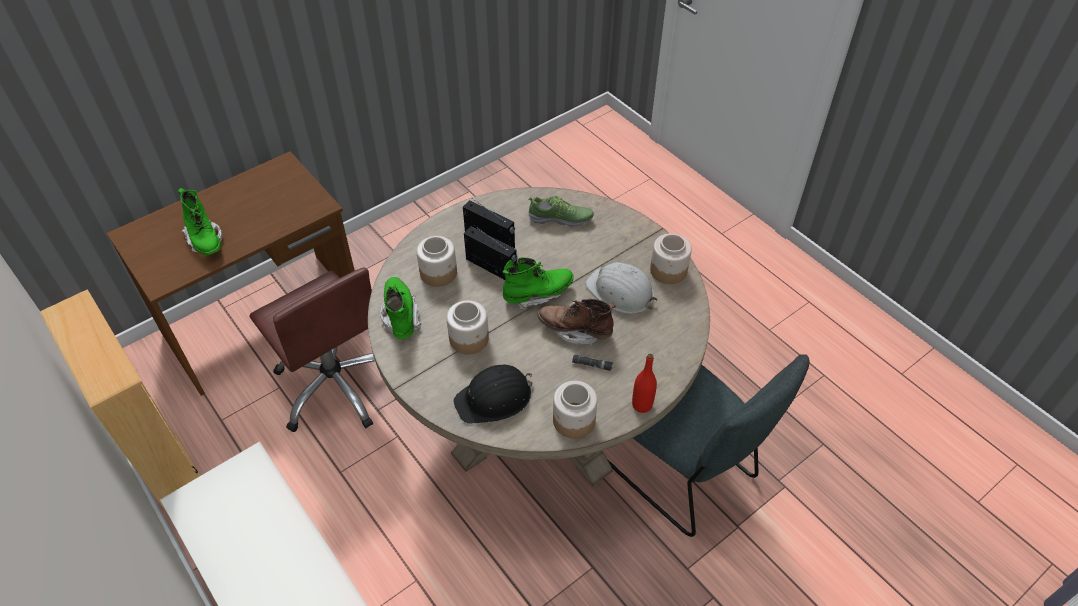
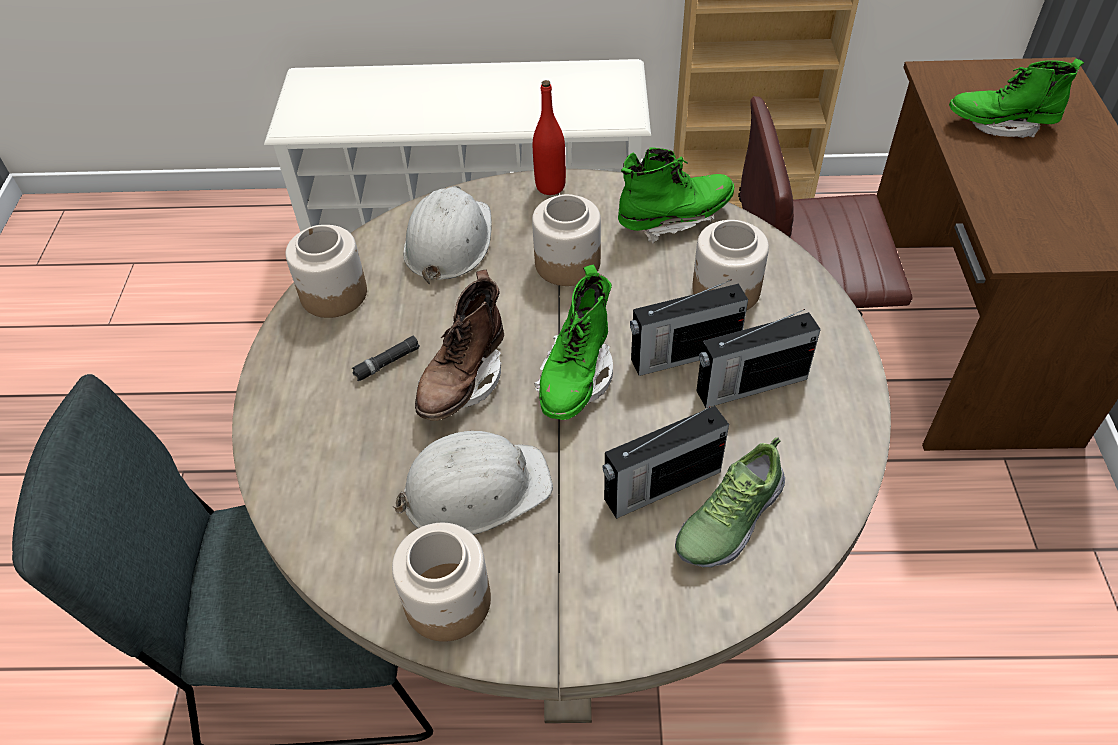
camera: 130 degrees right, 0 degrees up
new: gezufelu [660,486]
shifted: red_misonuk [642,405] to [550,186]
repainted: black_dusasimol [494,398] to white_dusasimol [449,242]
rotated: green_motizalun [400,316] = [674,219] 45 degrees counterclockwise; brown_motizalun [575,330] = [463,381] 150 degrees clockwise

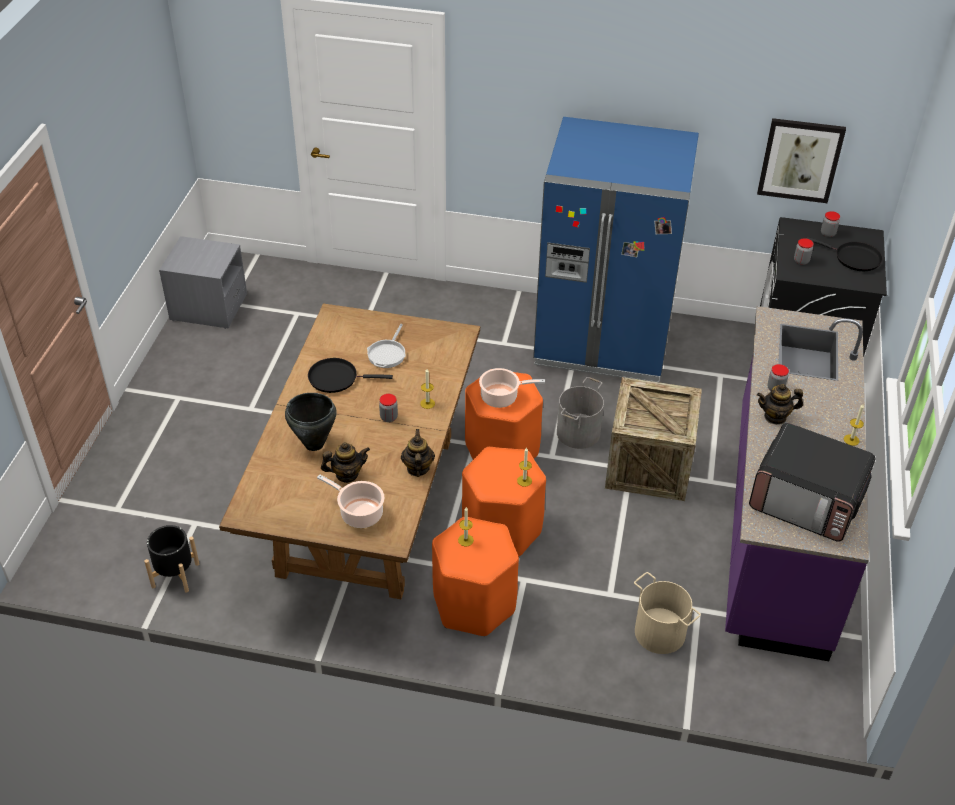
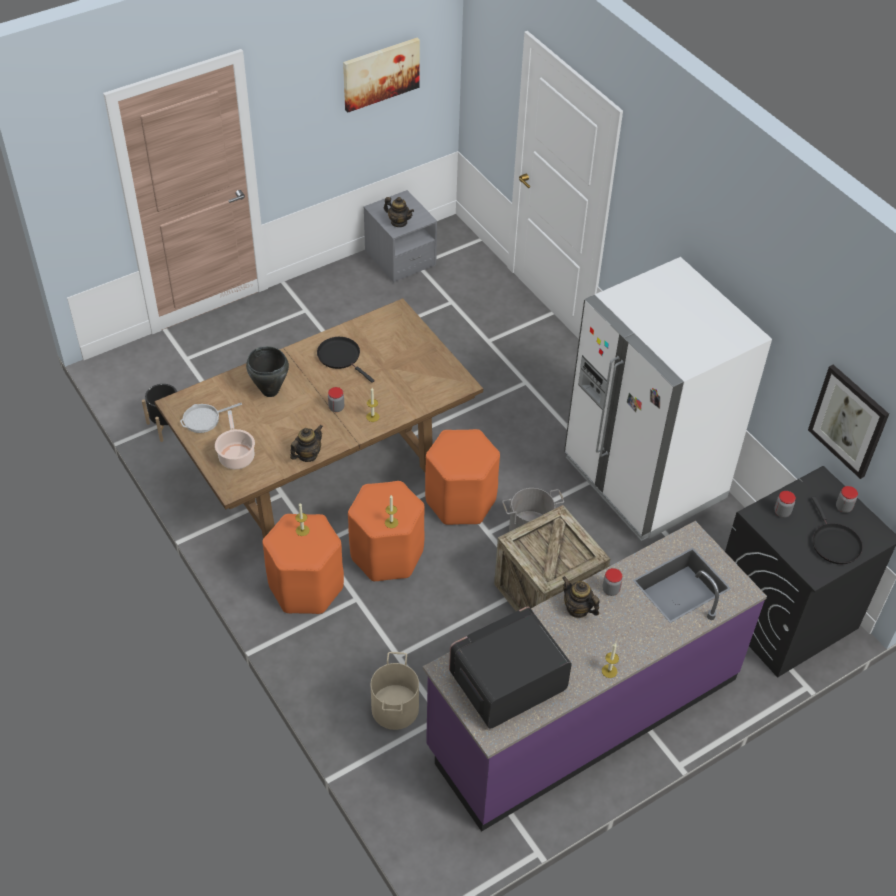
camera: 45 degrees right, 5 degrees up
gone: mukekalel [501,397]
new: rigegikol [380,73]
shifted: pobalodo [347,474] to [399,222]; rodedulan [387,354] to [204,419]
repainted: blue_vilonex [603,341] to white_vilonex [644,478]
rotated: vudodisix [806,501] = [506,682] 75 degrees clockwise

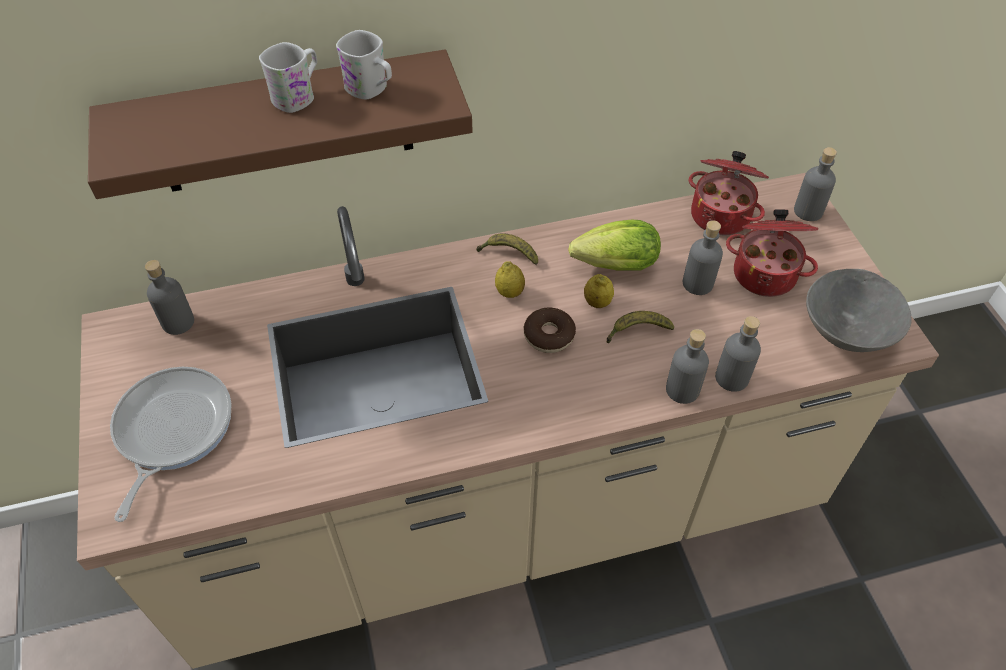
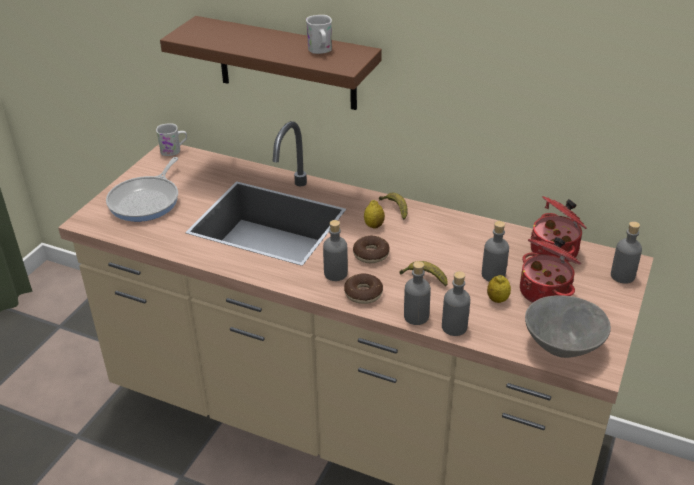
camera: 40 degrees right, 15 degrees down
gone: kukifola [611,266]
new: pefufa [363,293]
shifted: grey_misonuk [178,322] to [335,273]; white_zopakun [298,96] to [174,150]; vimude [597,302] to [497,299]
rotated: rodedulan [171,430] = [147,201] 150 degrees clockwise

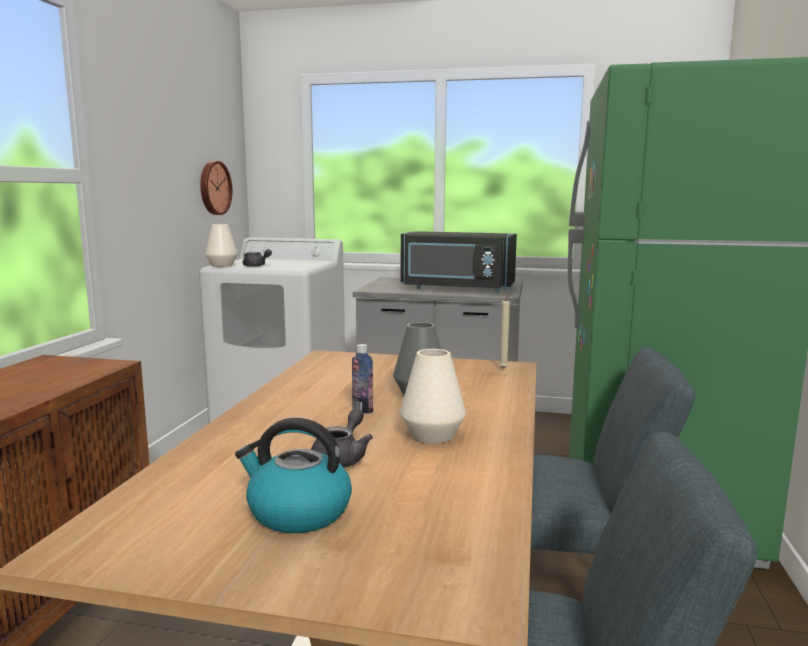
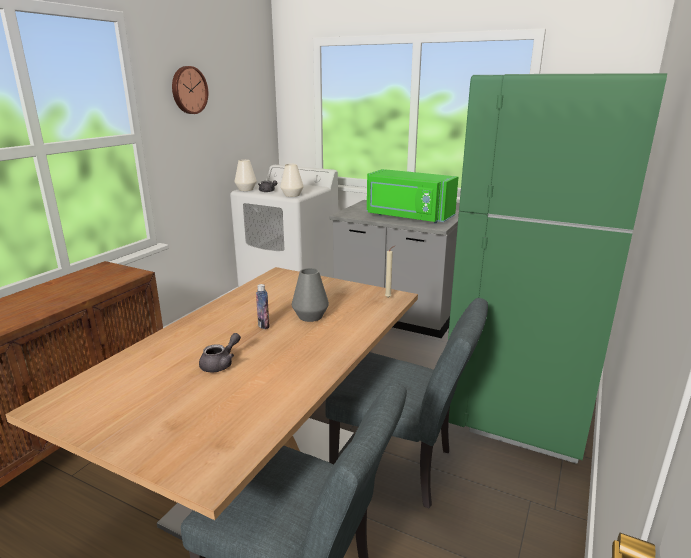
camera: 15 degrees right, 10 degrees up
gone: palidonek [297,512]
shifted: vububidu [213,188] to [188,90]; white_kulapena [432,436] to [292,195]
repainted: black_vudodisix [456,288] to green_vudodisix [408,217]

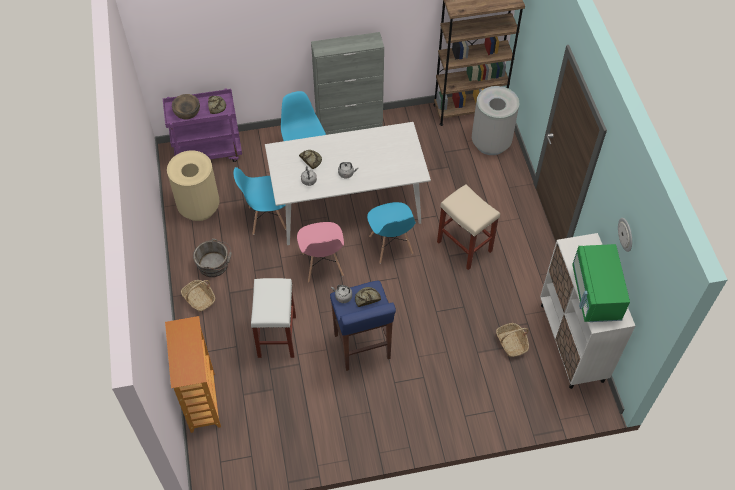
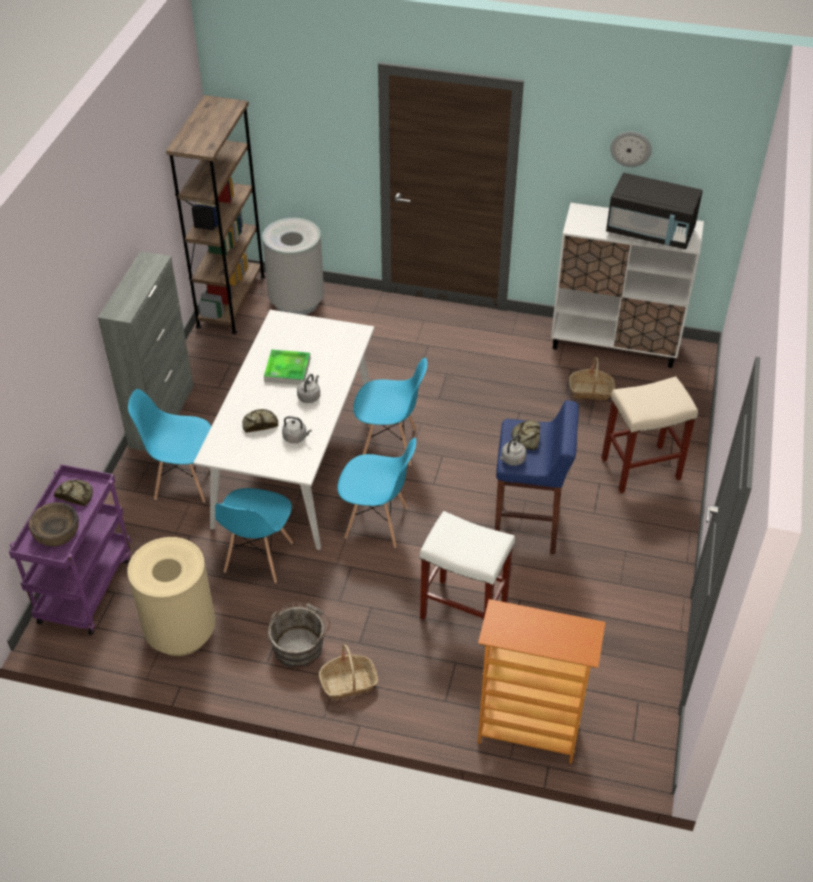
camera: 65 degrees left, 10 degrees down
new: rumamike [287,370]
shifted: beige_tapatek [463,246] to [640,469]
repainted: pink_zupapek [322,265] to blue_zupapek [377,523]; green_vudodisix [595,294] to black_vudodisix [650,232]

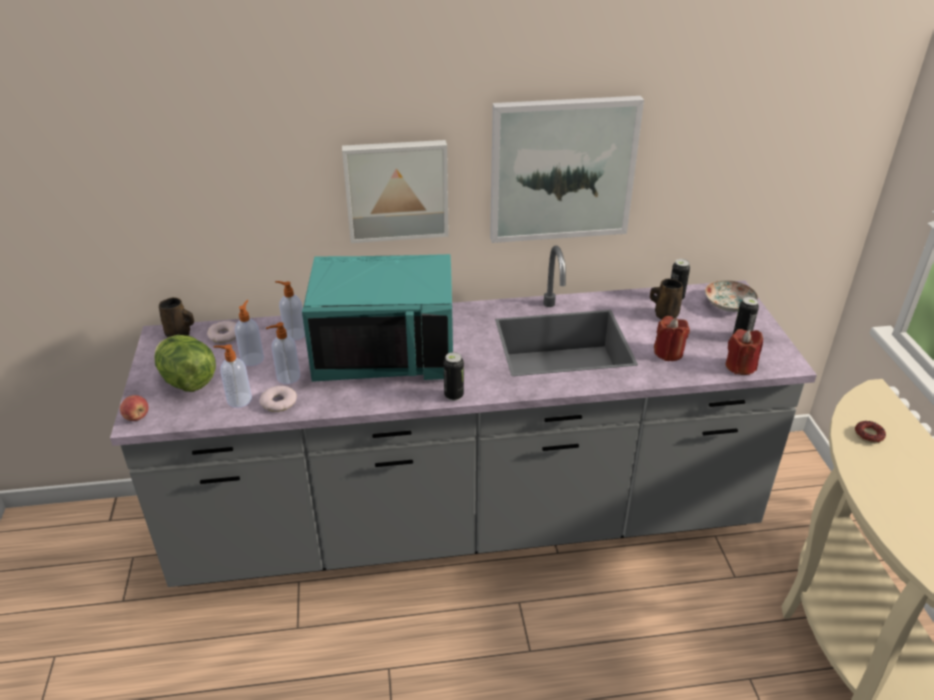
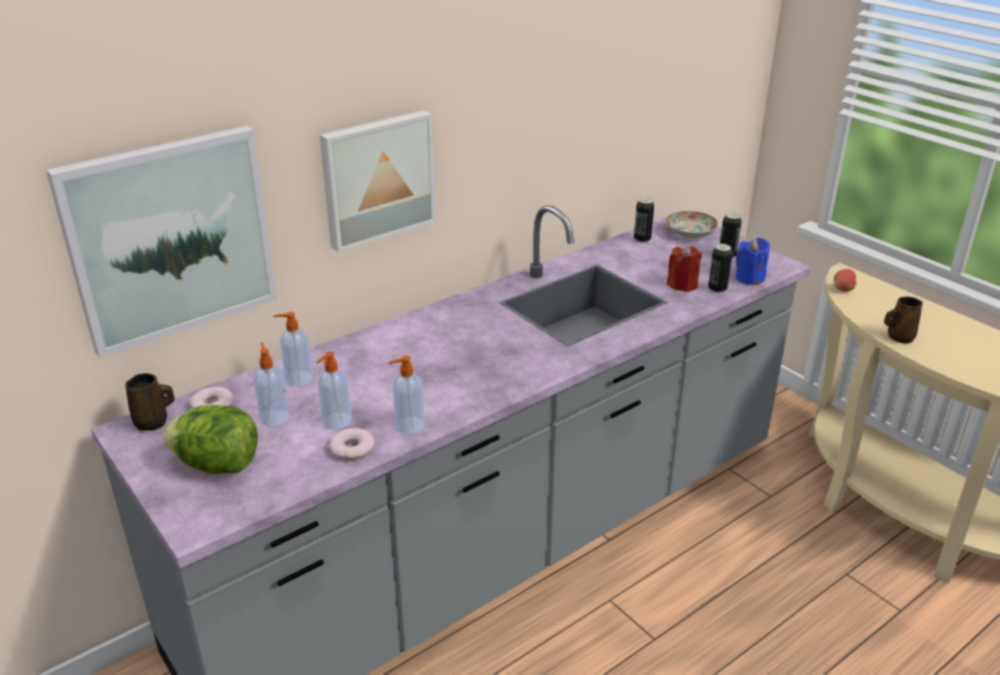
camera: 30 degrees left, 5 degrees down
gone: turquoise_vudodisix [385,351]; pefufa [868,435]
shifted: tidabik [137,417] to [843,289]; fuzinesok [238,400] to [408,426]; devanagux [454,395] to [717,289]; rigegikol [562,169] to [170,238]; brown_zopakun [664,314] to [899,337]
repainted: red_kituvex [740,366] to blue_kituvex [749,278]

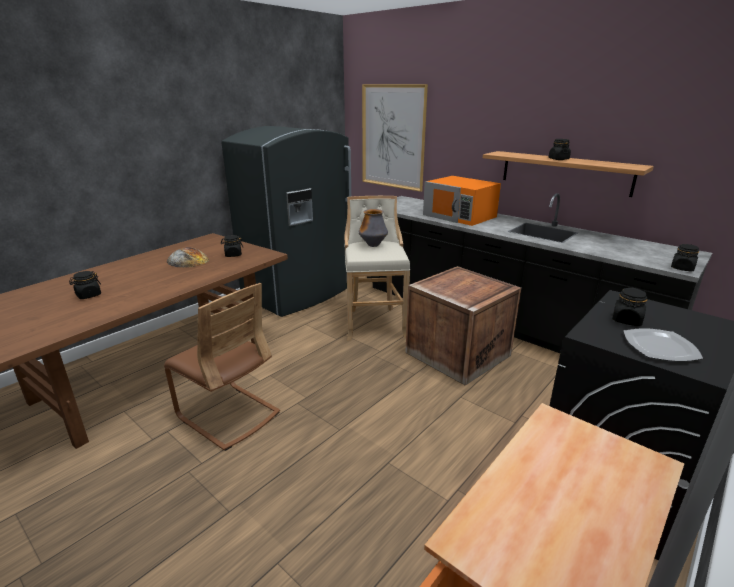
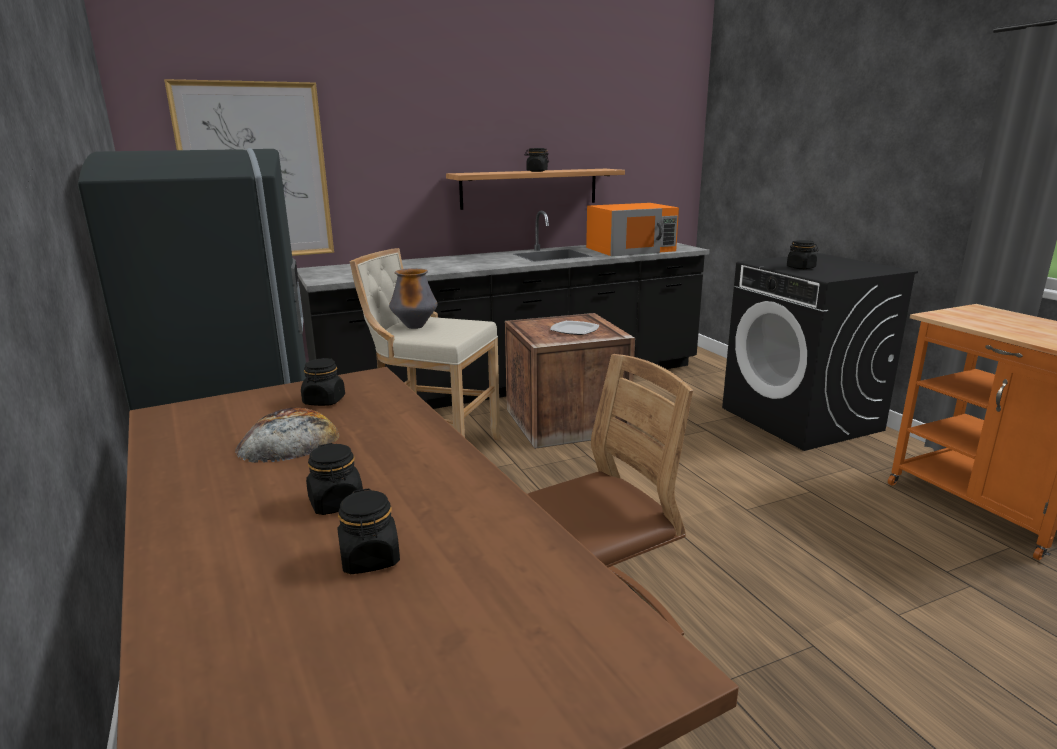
camera: 65 degrees left, 5 degrees down
shifted: orange_vudodisix [460,216] to [631,249]; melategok [660,347] to [575,330]; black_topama [682,268] to [336,503]

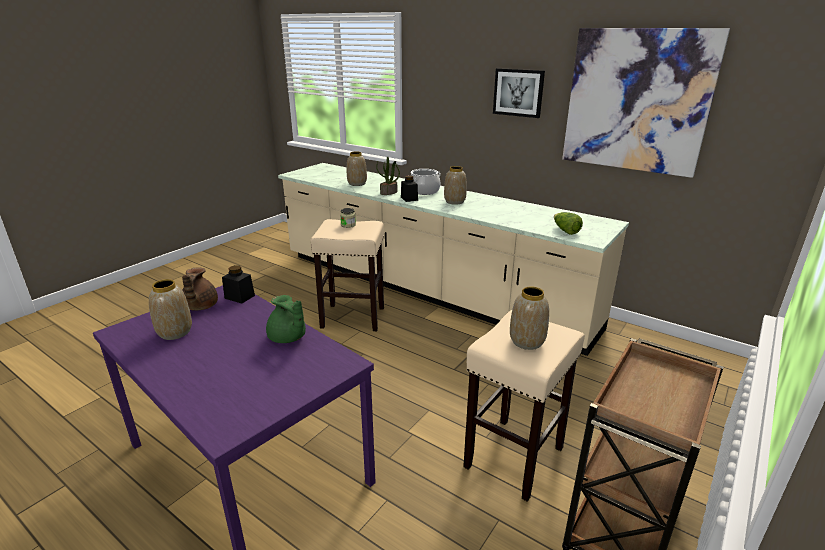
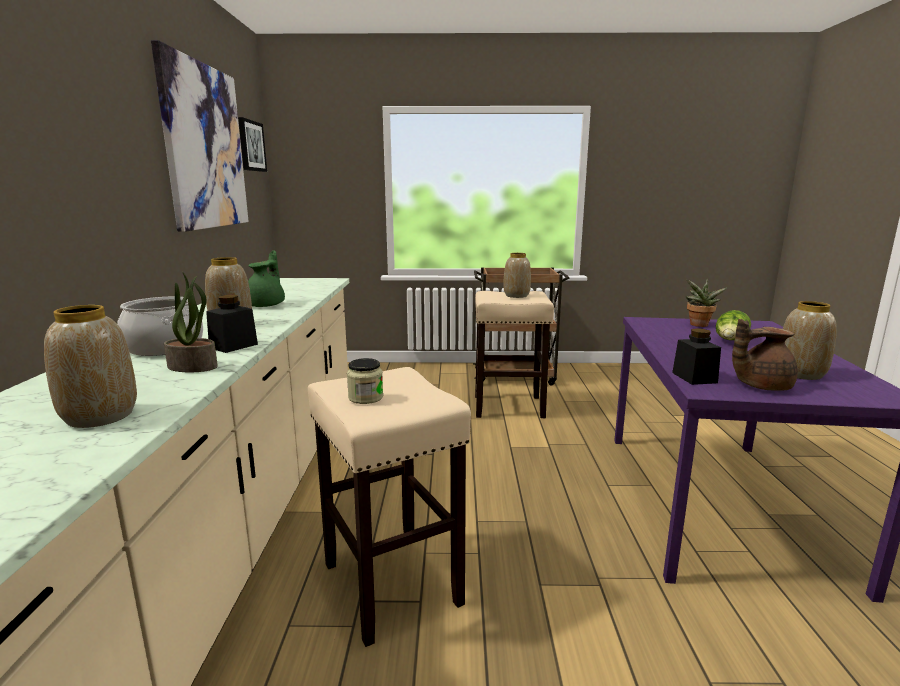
camera: 125 degrees left, 10 degrees down
new: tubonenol [698,325]
shifted: green_pobalodo [288,338] to [267,305]; rigegikol [518,92] to [251,146]; kukifola [565,231] to [730,341]
rotated: brown_pobalodo [199,306] = [760,386] 150 degrees counterclockwise

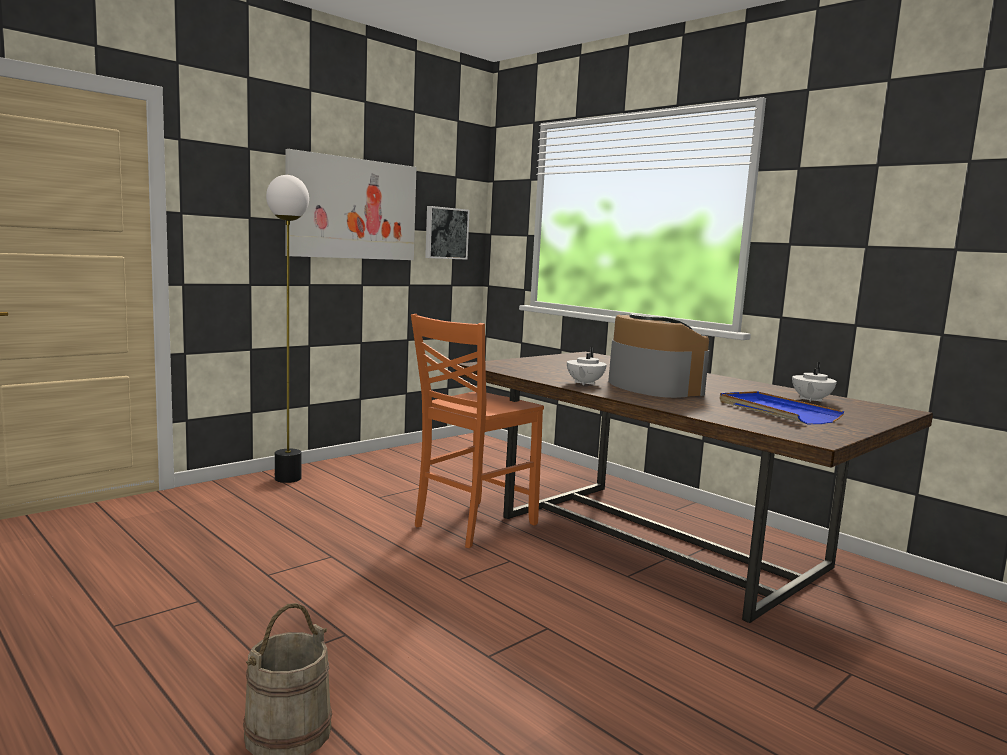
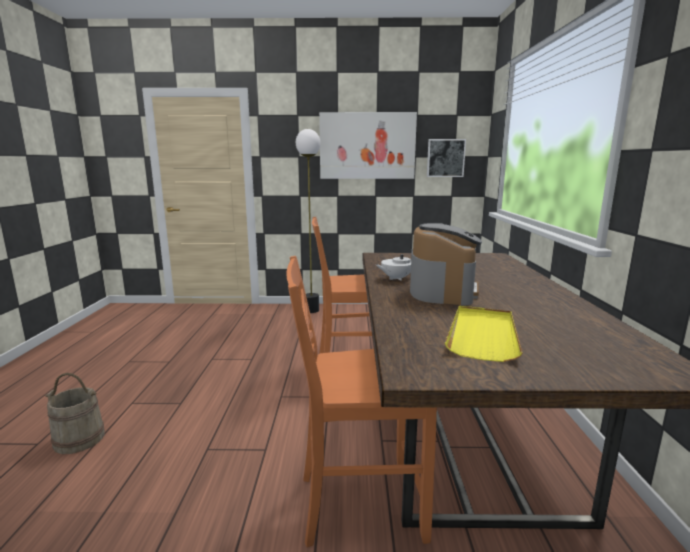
camera: 45 degrees right, 5 degrees up
gone: white_pobalodo [810,400]
new: orange_zupapek [357,504]
repainted: blue_rumamike [776,411] to yellow_rumamike [482,335]

